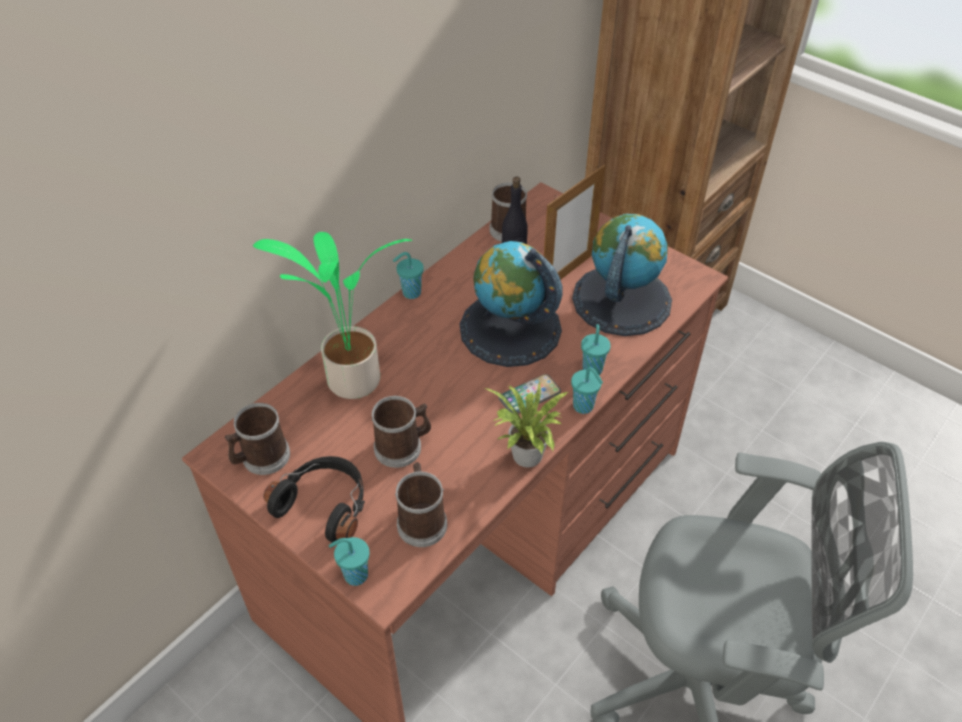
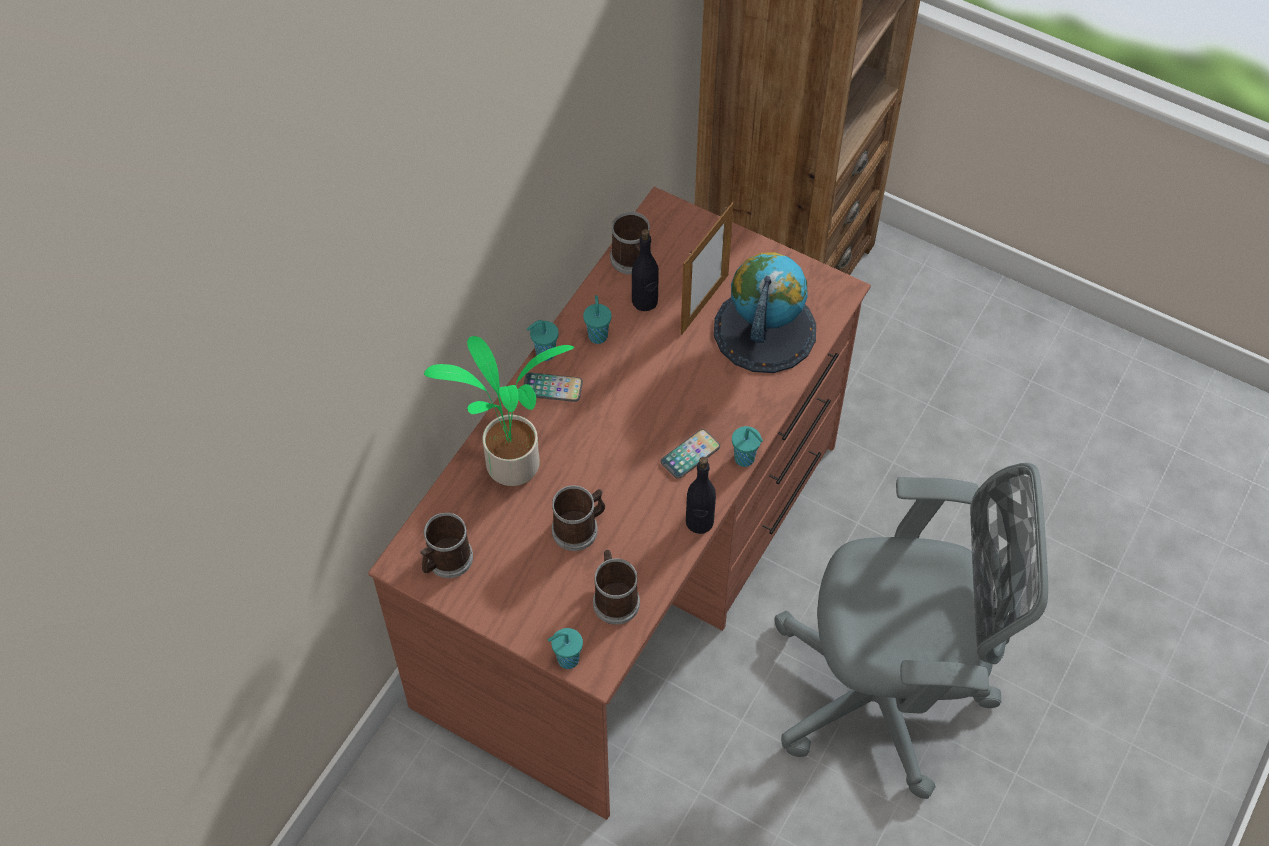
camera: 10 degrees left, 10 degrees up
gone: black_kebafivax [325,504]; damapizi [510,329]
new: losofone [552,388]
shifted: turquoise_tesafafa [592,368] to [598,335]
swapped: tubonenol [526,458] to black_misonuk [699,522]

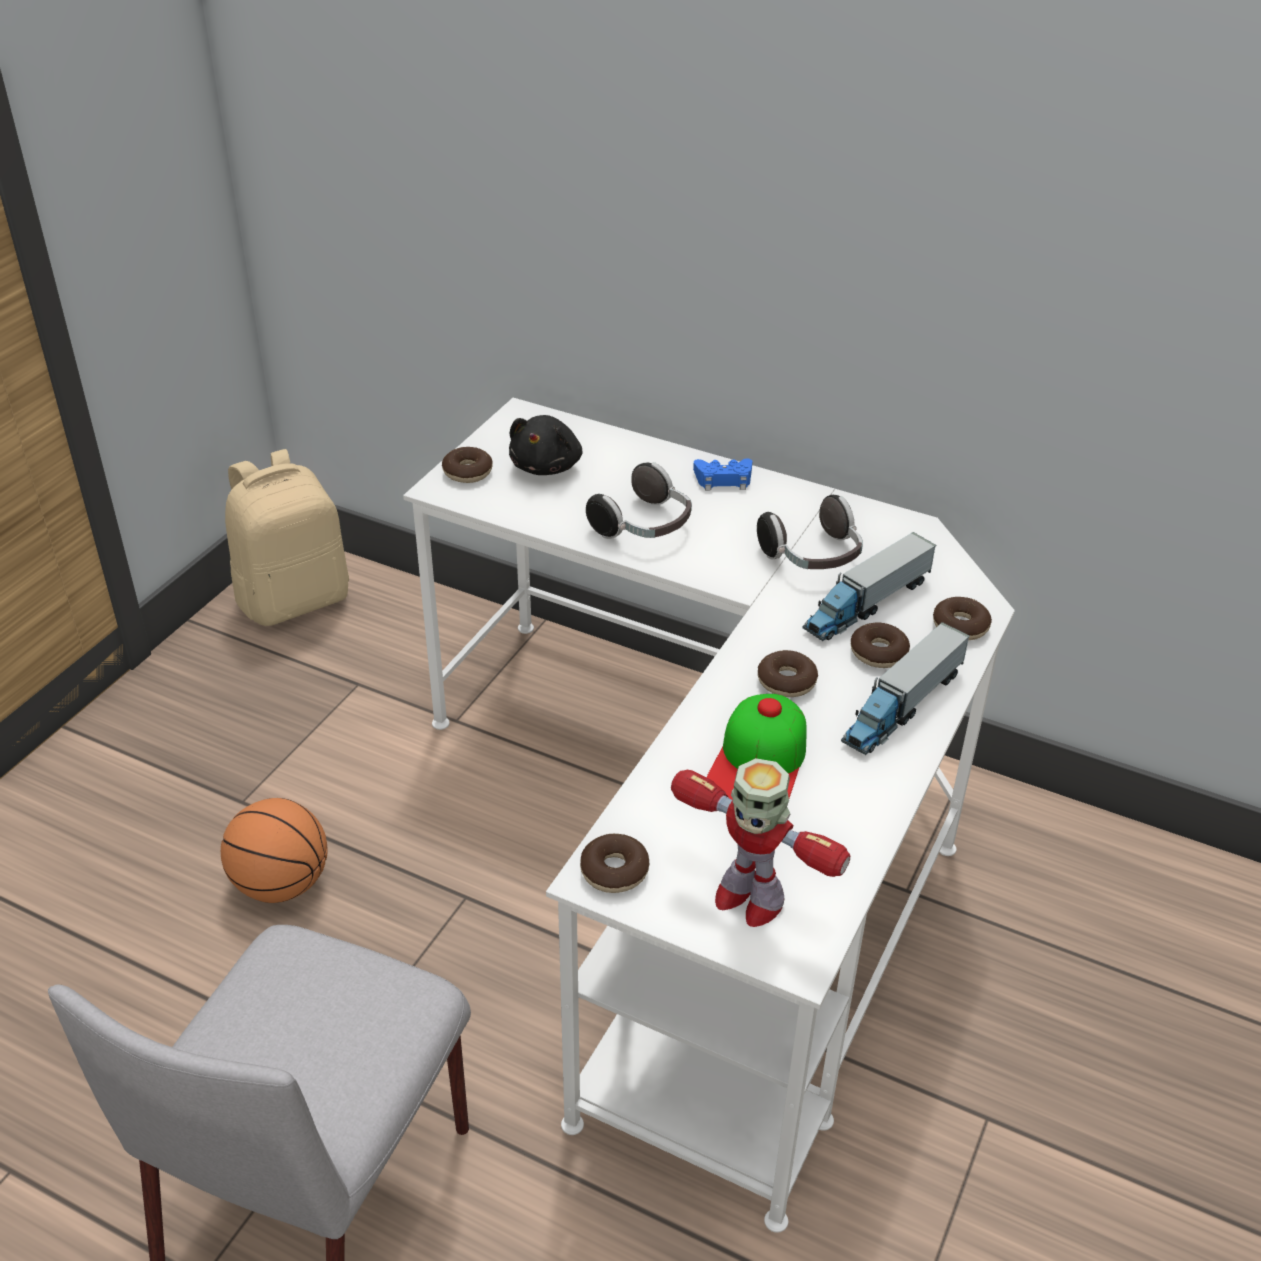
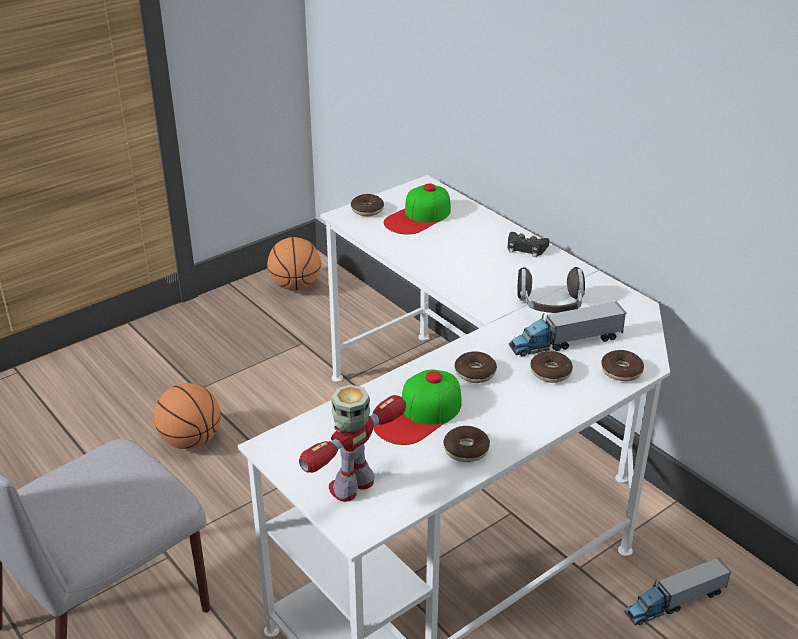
camera: 25 degrees right, 5 degrees down
gone: kebafivax [644,527]
shifted: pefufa [614,871] to [466,450]; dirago [902,706] to [675,602]
swapped: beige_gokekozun [294,599] to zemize [295,286]; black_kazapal [547,466] to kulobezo [418,217]
repainted: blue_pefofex [723,479] to black_pefofex [526,248]
rotated: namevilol [747,898] = [353,486] 75 degrees clockwise

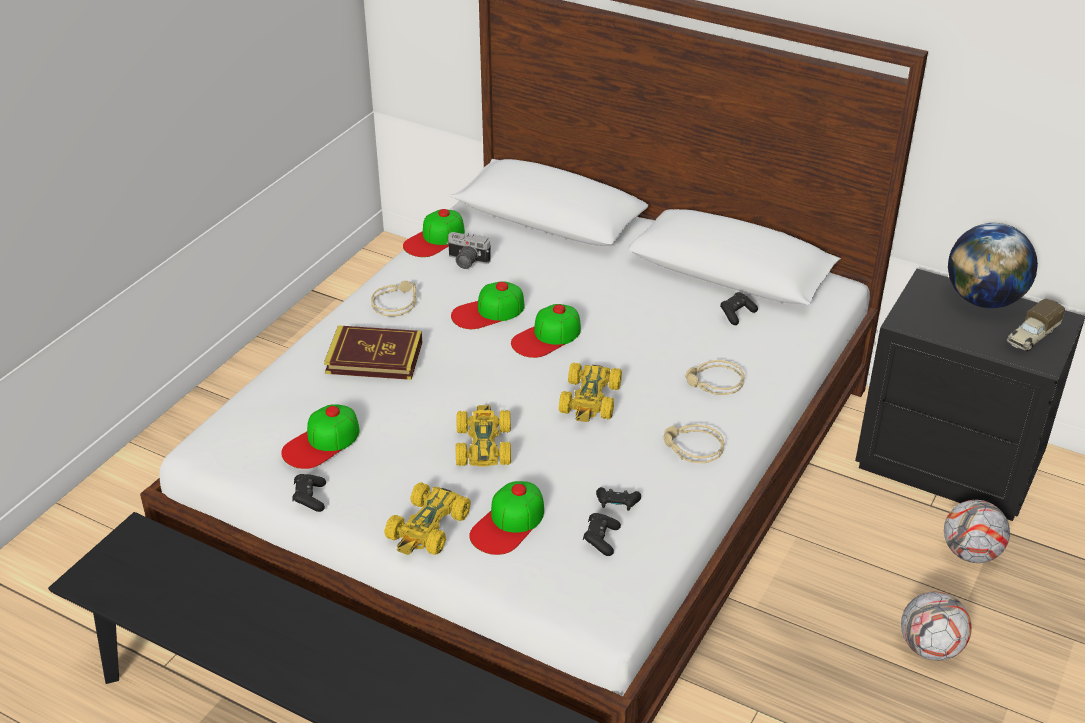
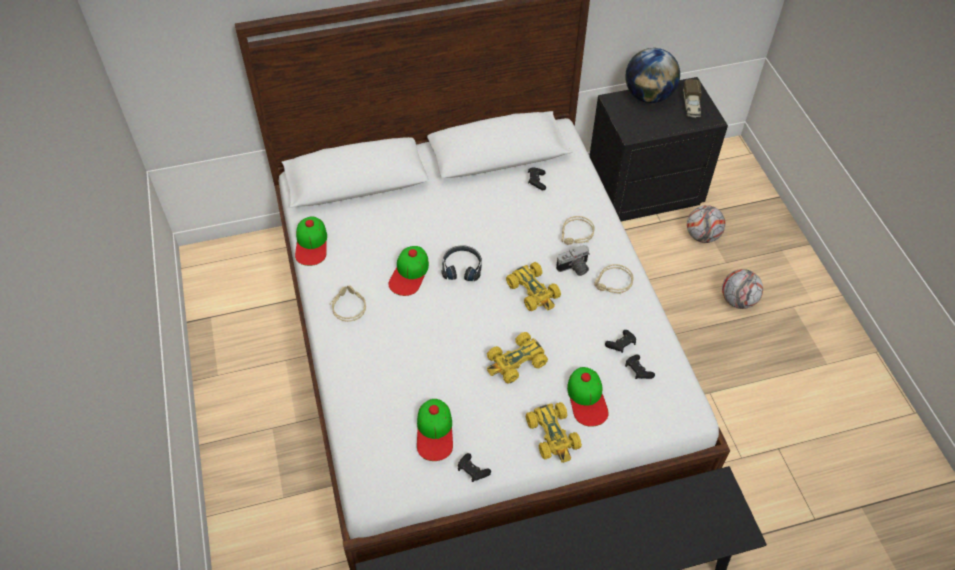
camera: 45 degrees left, 15 degrees up
gone: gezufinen [374,358]
shifted: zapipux [466,262] to [574,268]
swapped: kulobezo [547,337] to black_kebafivax [462,267]
rotated: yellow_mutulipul [483,445] = [516,362] 75 degrees counterclockwise

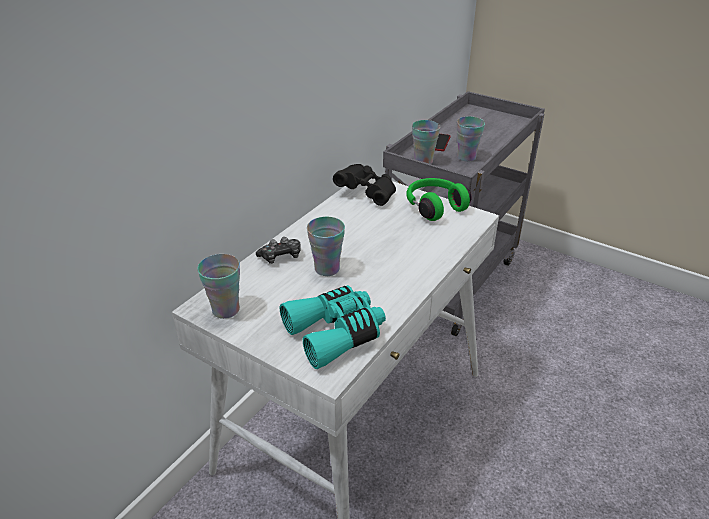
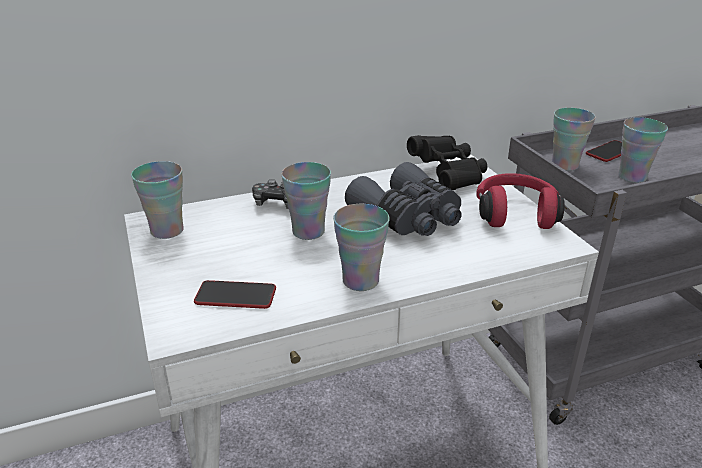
camera: 35 degrees right, 5 degrees down
new: tesafafa [360,281]; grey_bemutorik [408,218]
swapped: turquoise_bemutorik [336,333] to losofone [235,296]
repainted: green_kebafivax [434,207] to red_kebafivax [515,214]

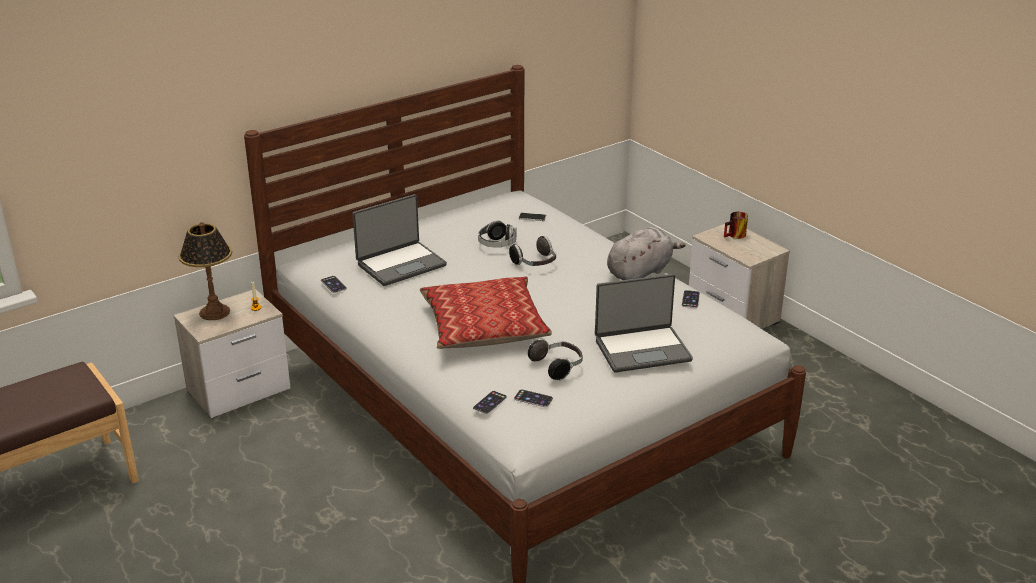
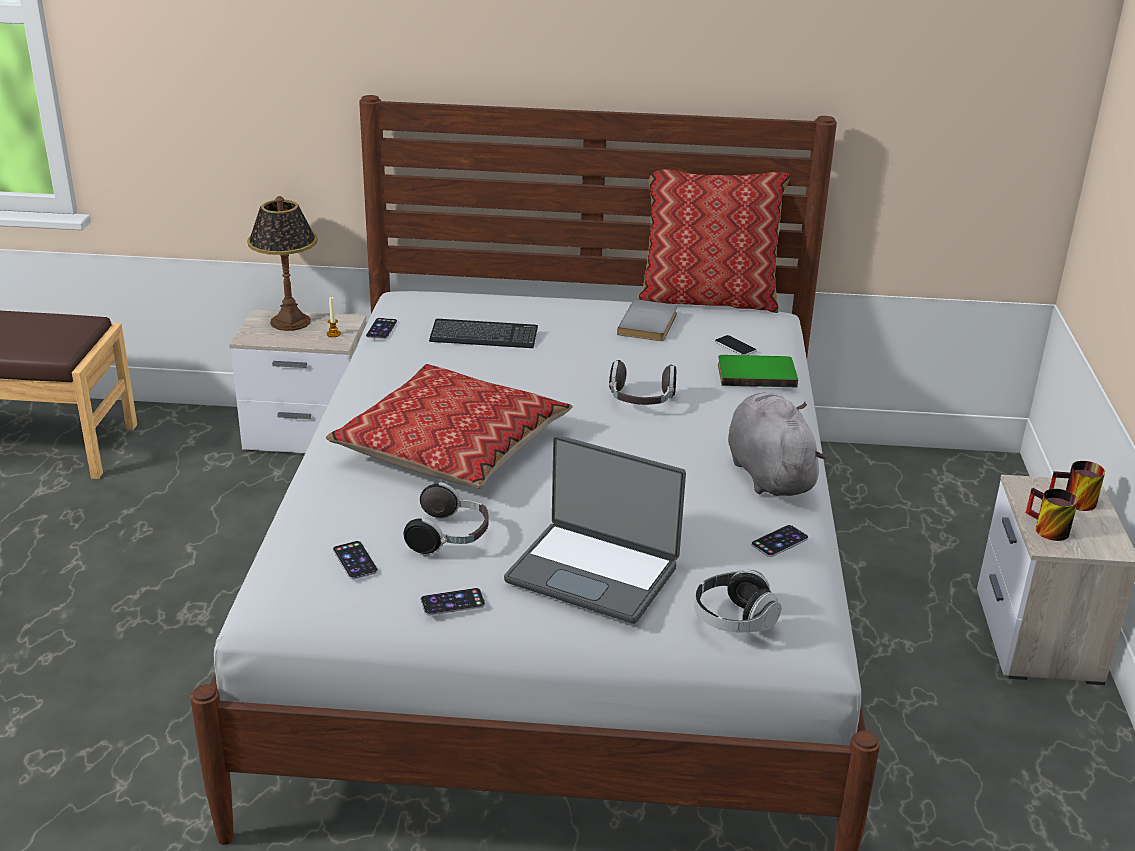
camera: 40 degrees right, 0 degrees up
new: grey_gezufinen [650,324]; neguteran [708,299]; green_gezufinen [756,373]; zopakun [1045,529]
shifted: losofone [490,402] to [452,602]; kebafivax [497,244] to [734,619]
swapped: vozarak [400,264] to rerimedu [484,336]
rotated: grey_kazapal [640,272] = [768,473] 105 degrees counterclockwise

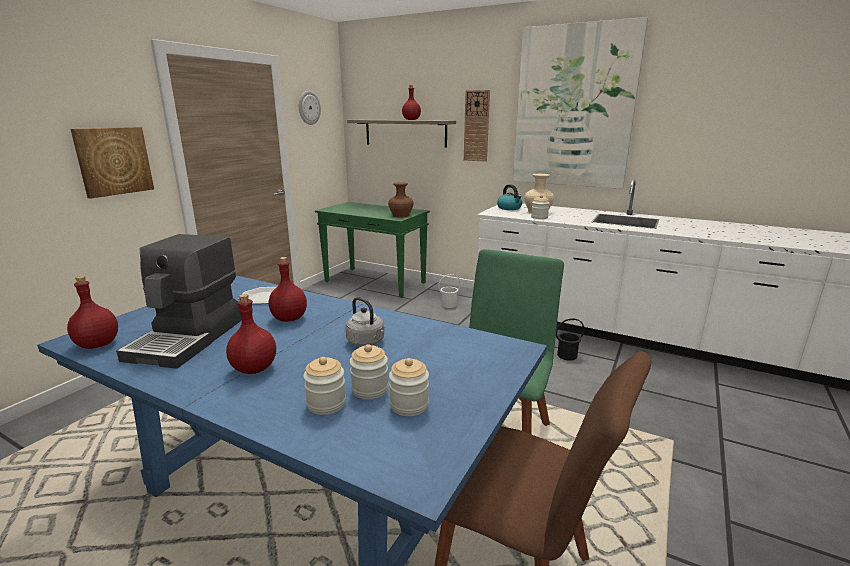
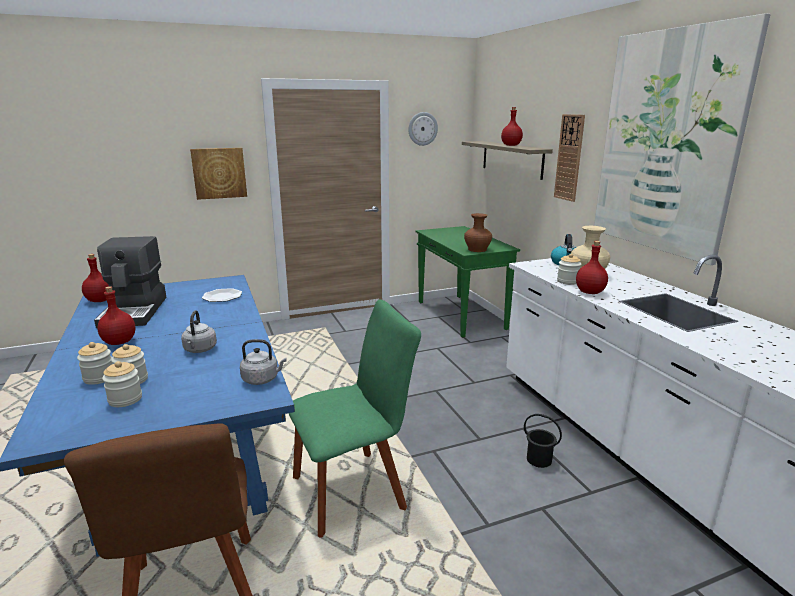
camera: 40 degrees right, 0 degrees up
gone: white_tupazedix [448,304]
new: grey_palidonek [262,379]
shifted: red_misonuk [290,318] to [590,292]
rotated: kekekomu [189,338] = [135,311] 60 degrees counterclockwise

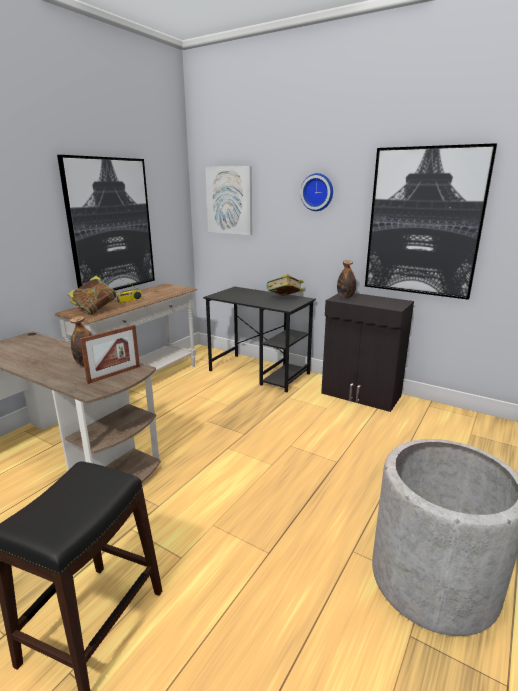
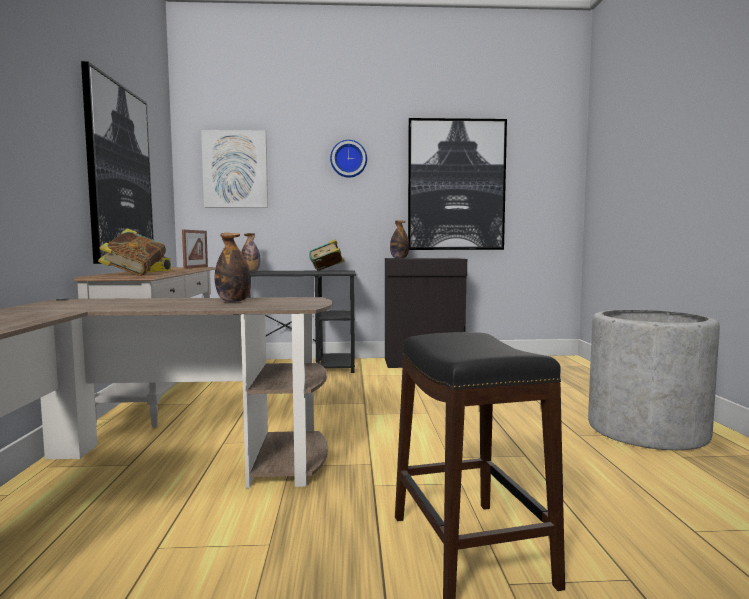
camera: 35 degrees left, 15 degrees down
new: misonuk [250,271]
shifted: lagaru [114,374] to [196,267]

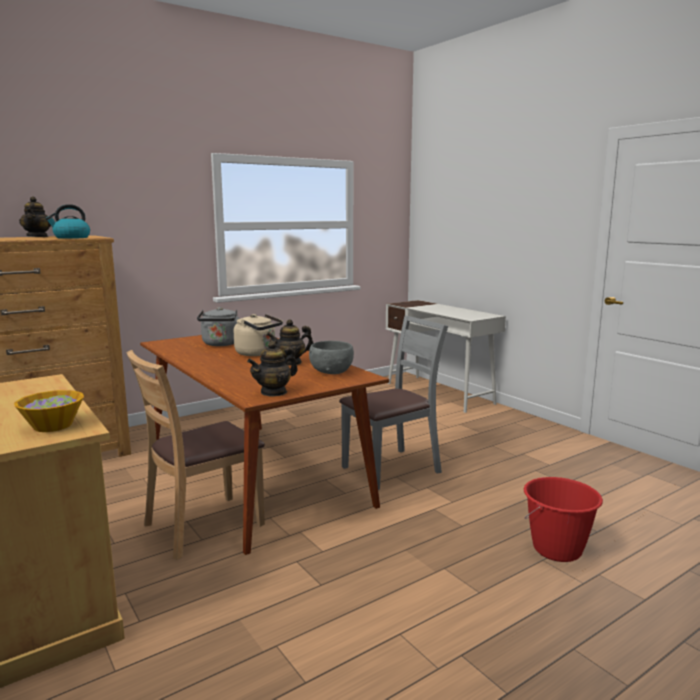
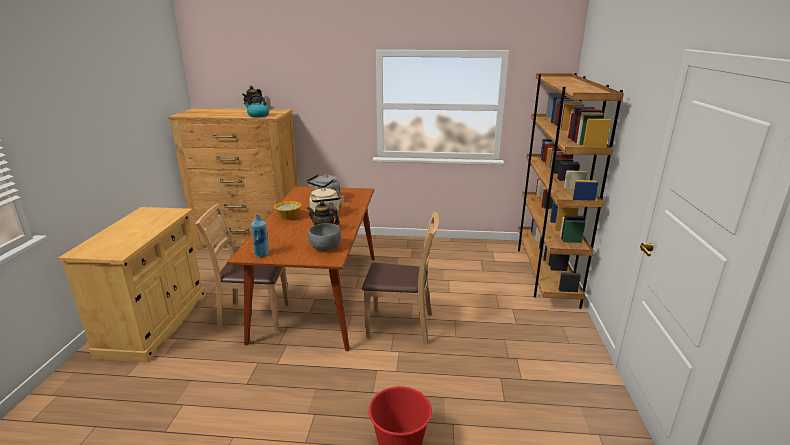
camera: 40 degrees right, 10 degrees up
shifted: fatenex [52,426] to [288,216]
swapped: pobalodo [274,392] to blue_misonuk [262,254]; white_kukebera [439,393] to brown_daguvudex [545,273]
repainted: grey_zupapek [391,469] to brown_zupapek [400,326]

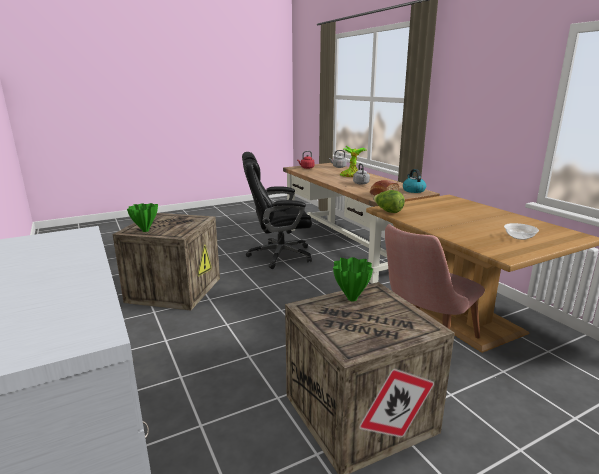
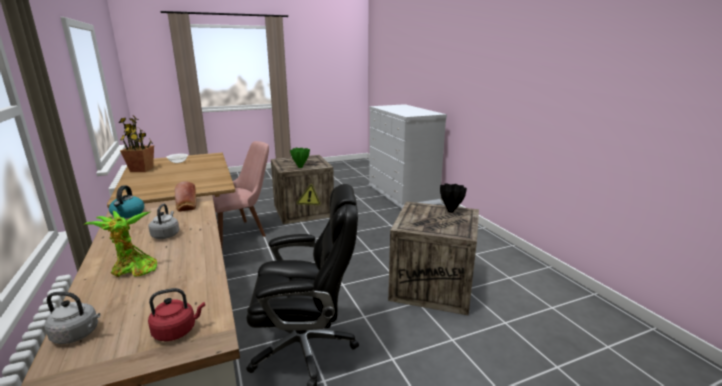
camera: 175 degrees left, 0 degrees up
gone: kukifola [388,211]
new: tubonenol [142,170]
repainted: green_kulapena [145,231] to black_kulapena [451,211]

